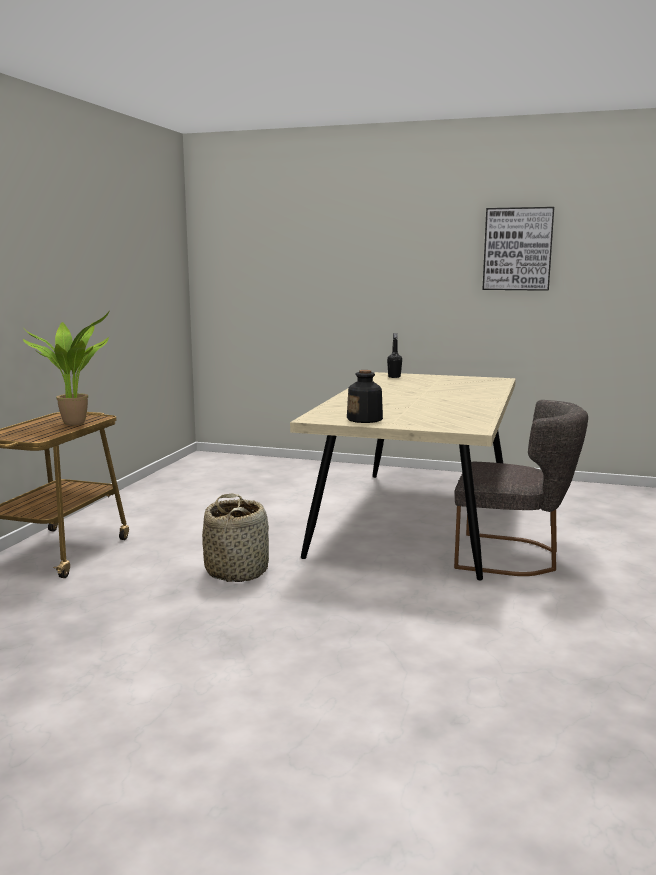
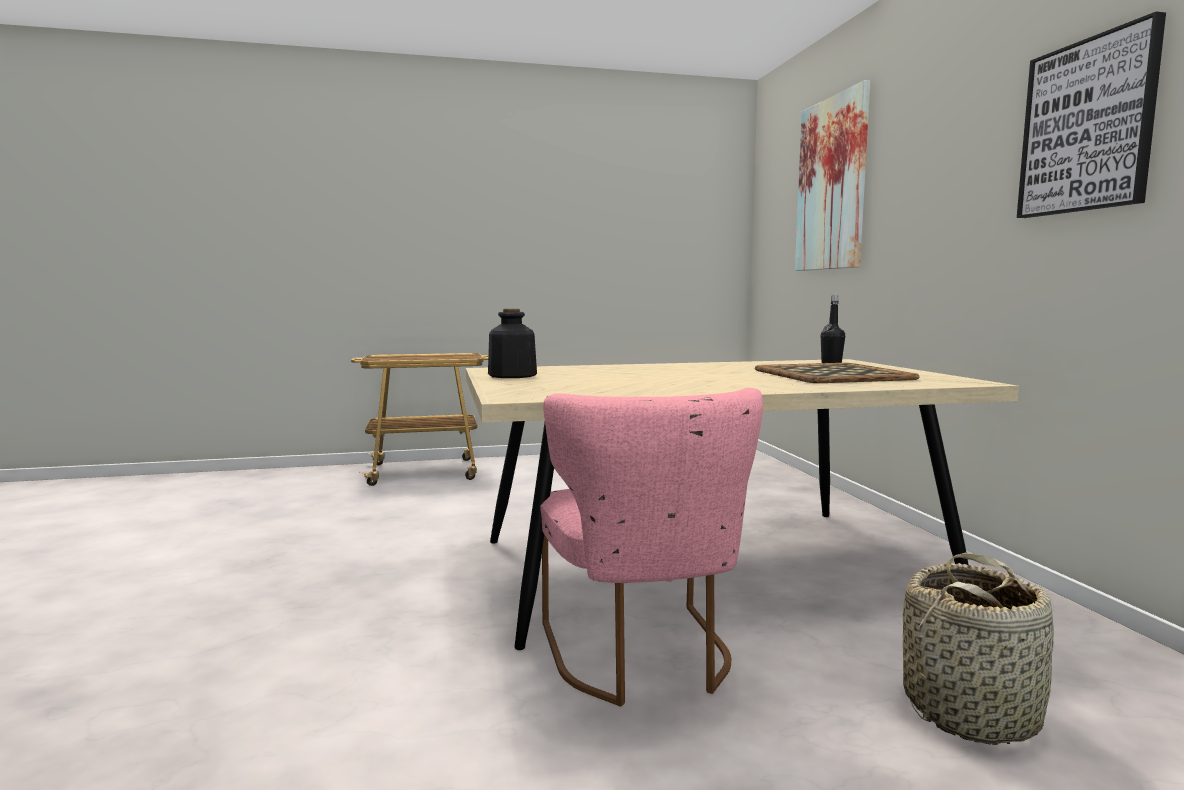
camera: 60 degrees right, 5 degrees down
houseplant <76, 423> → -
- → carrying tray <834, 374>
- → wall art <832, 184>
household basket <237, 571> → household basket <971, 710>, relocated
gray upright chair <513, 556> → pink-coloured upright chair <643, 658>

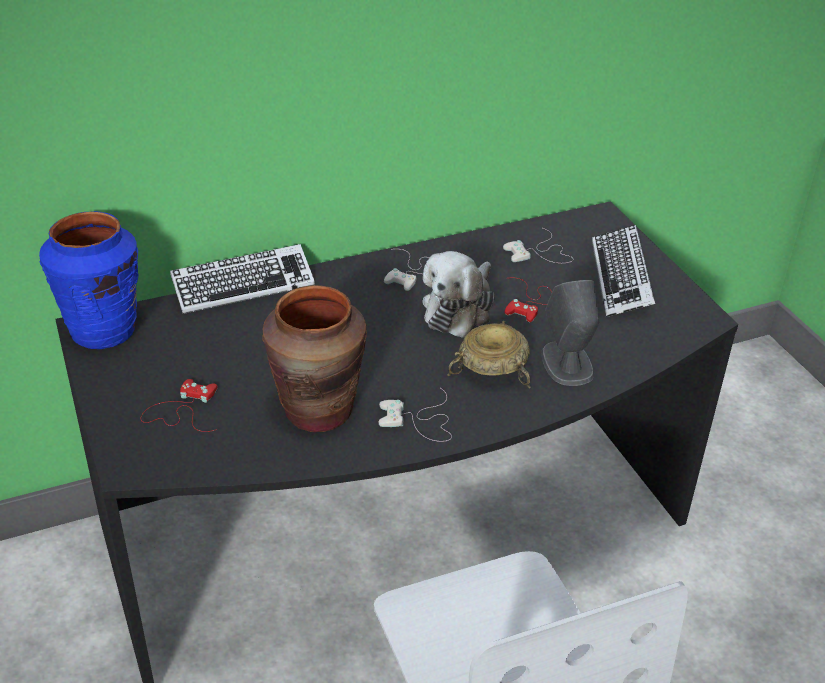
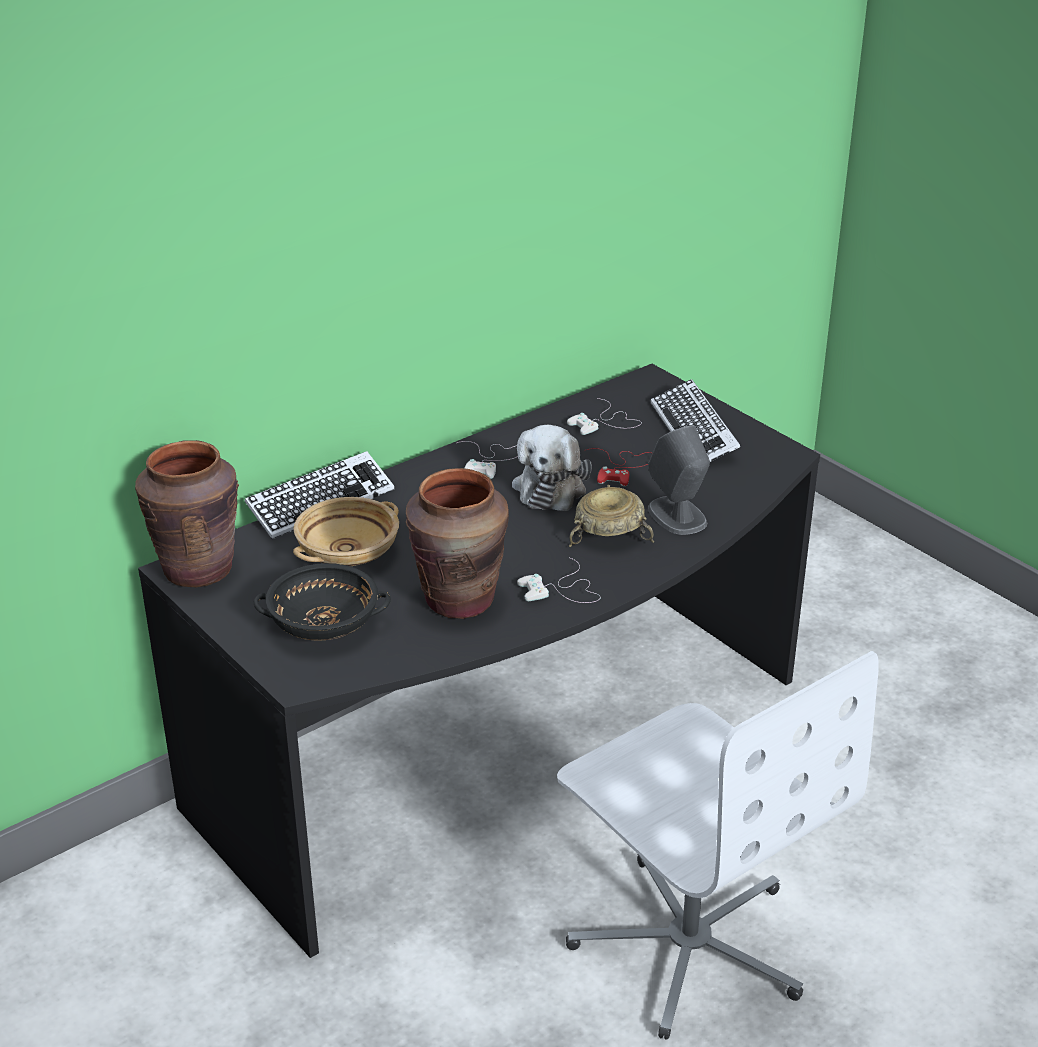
camera: 15 degrees left, 5 degrees down
- → beige-coloured bowl <348, 553>
red gamepad <182, 410> → black bowl <323, 624>
bluish flower vase <103, 331> → brownish flower vase <198, 569>

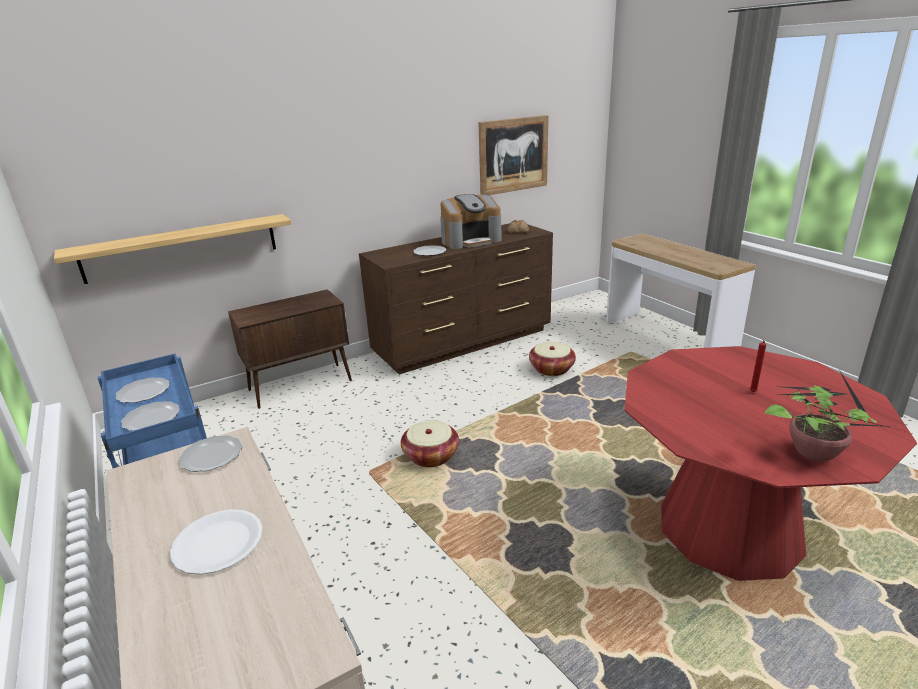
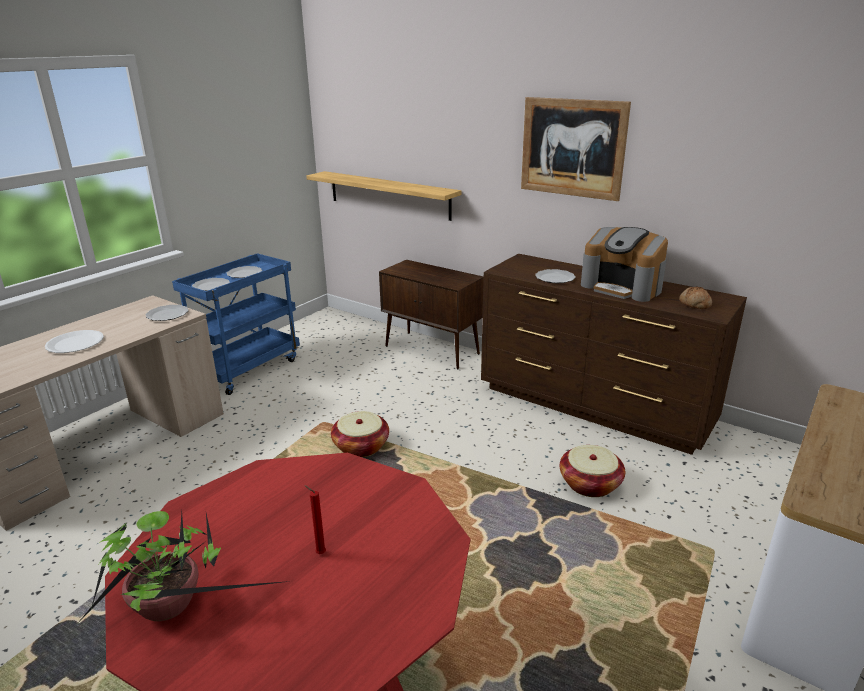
camera: 65 degrees right, 0 degrees up
wall art <513, 155> → wall art <572, 148>, relocated

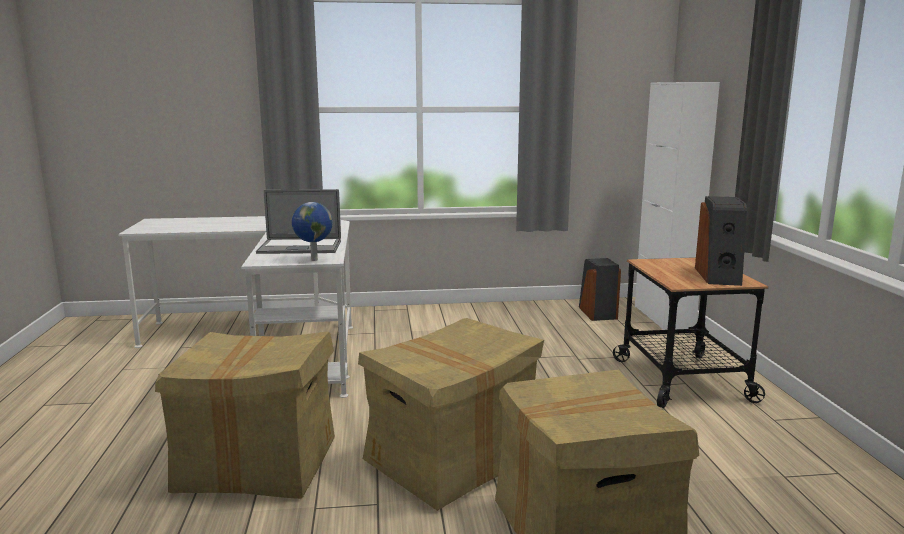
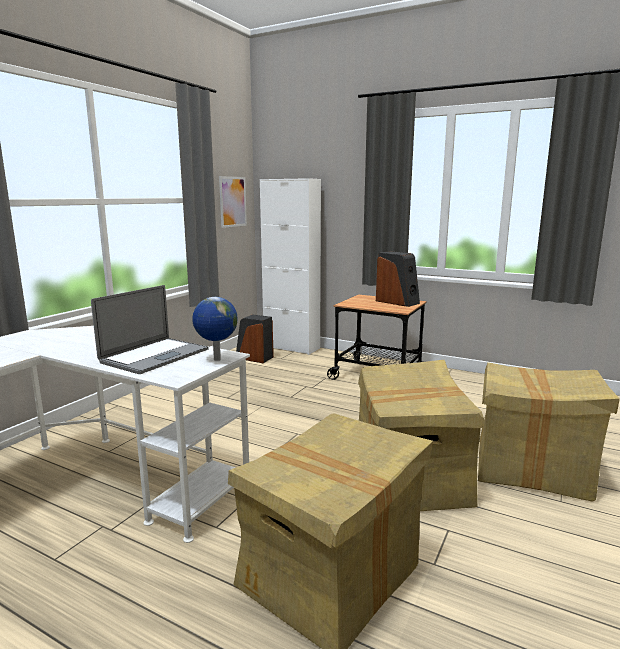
camera: 55 degrees left, 0 degrees up
- → wall art <233, 201>

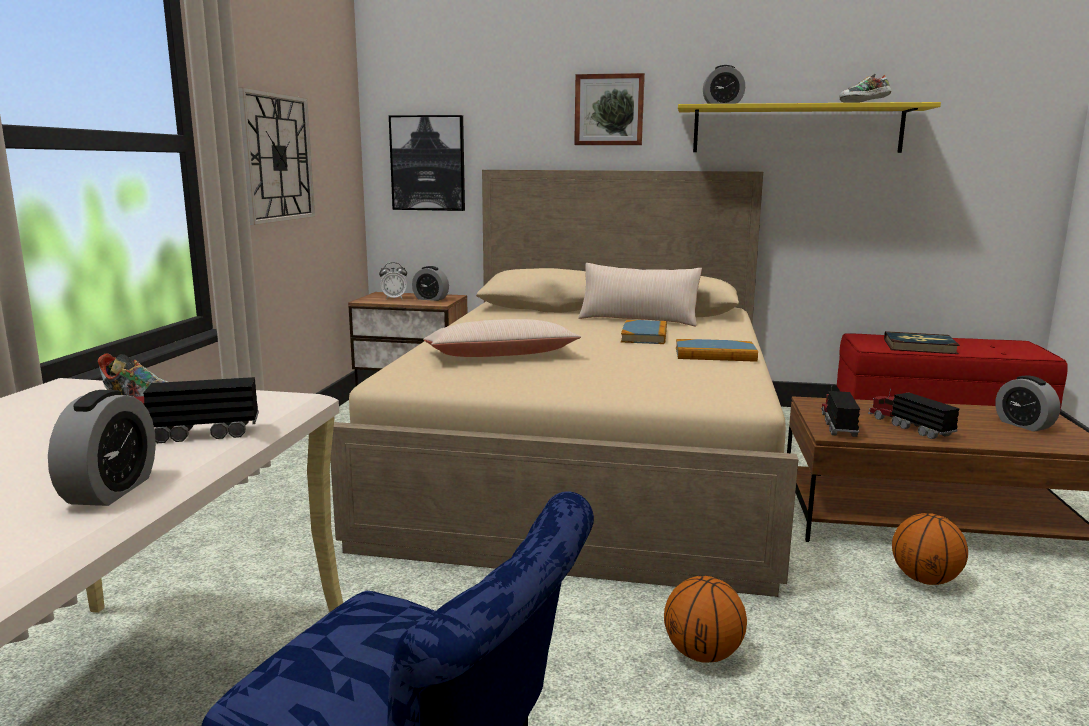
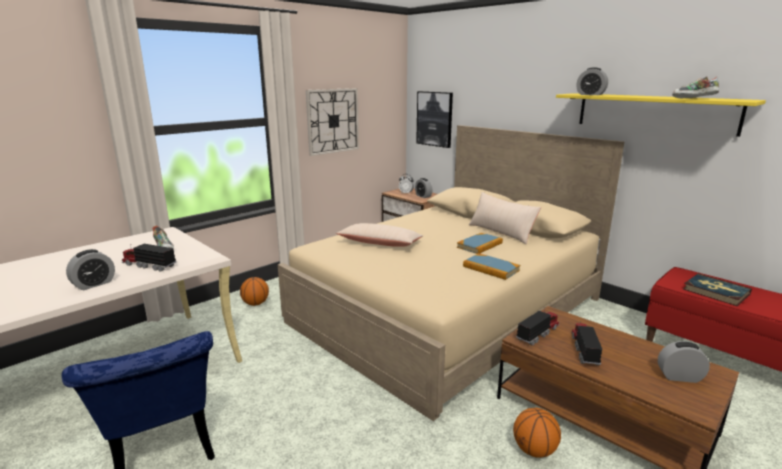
camera: 35 degrees right, 5 degrees up
wall art <609, 110> → -
basketball ball <702, 654> → basketball ball <255, 303>, relocated
bedside clock <1023, 425> → bedside clock <679, 377>, 90 degrees clockwise

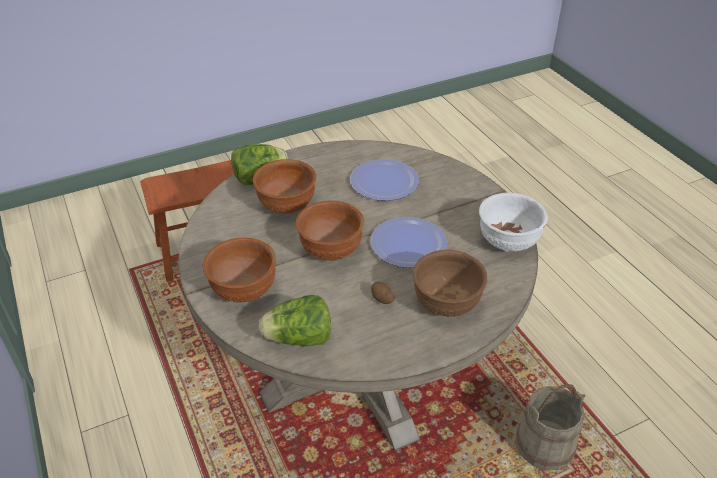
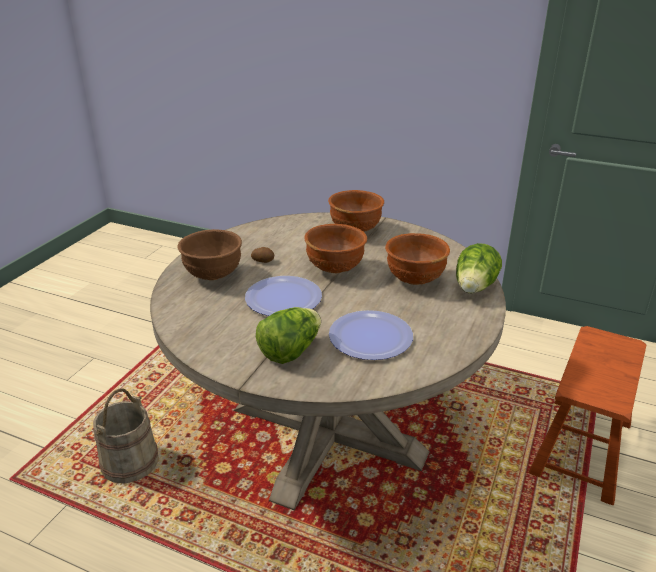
camera: 140 degrees right, 10 degrees down
whitish bowl <507, 242> → -
lettuce <299, 339> → lettuce <290, 351>, relocated

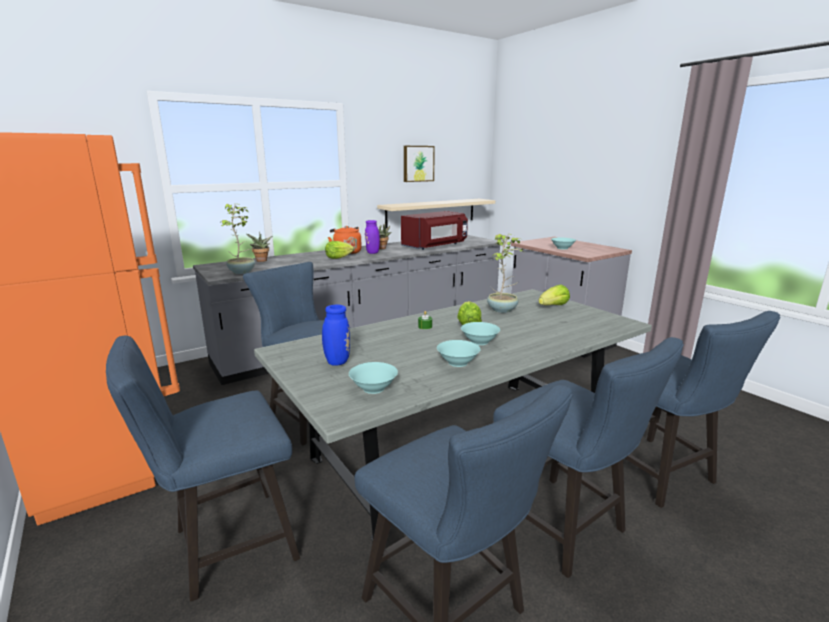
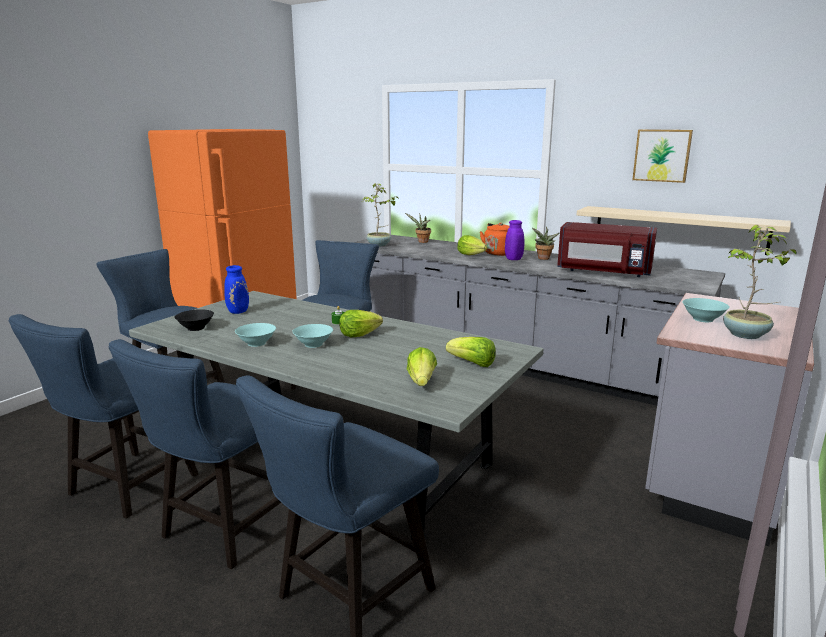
camera: 65 degrees right, 0 degrees up
- → lettuce <421, 381>
houseplant <502, 310> → houseplant <746, 335>, relocated
blue-green bowl <374, 388> → black bowl <195, 328>

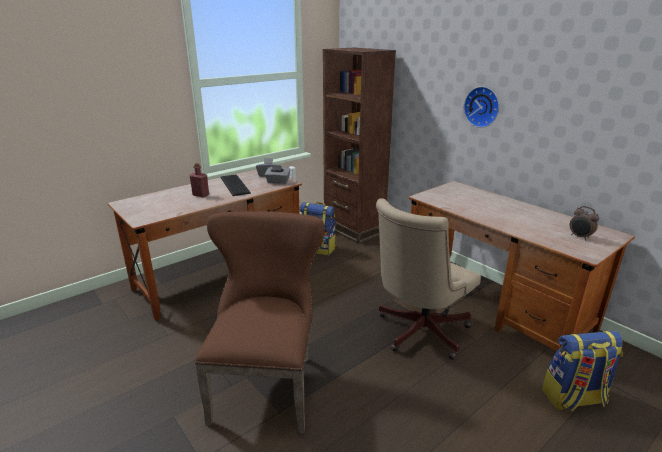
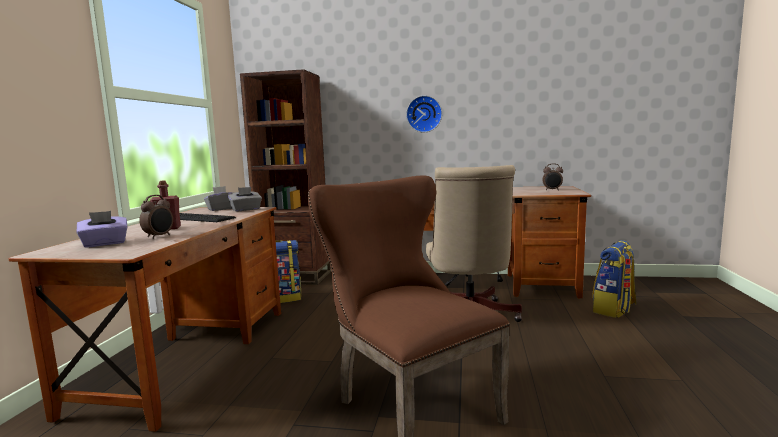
camera: 40 degrees left, 15 degrees down
- → purple tissue holder <105, 244>
- → bedside clock <159, 236>

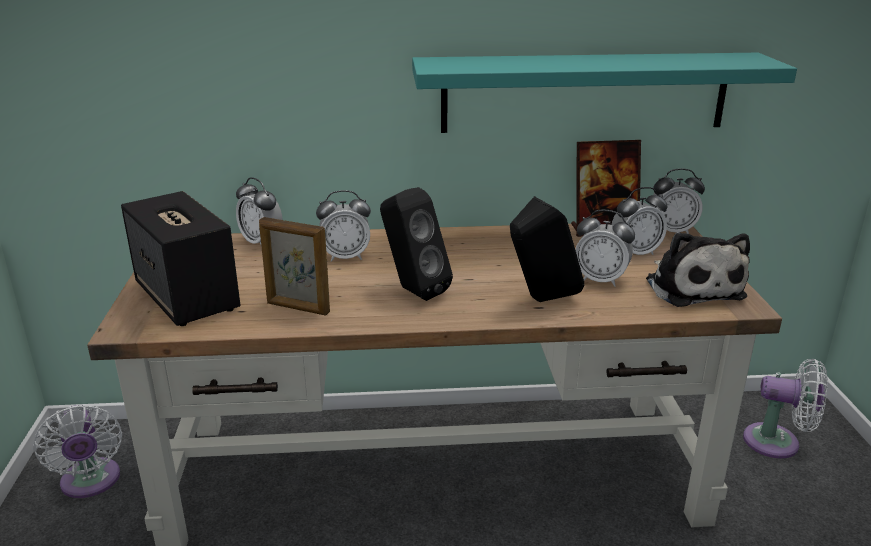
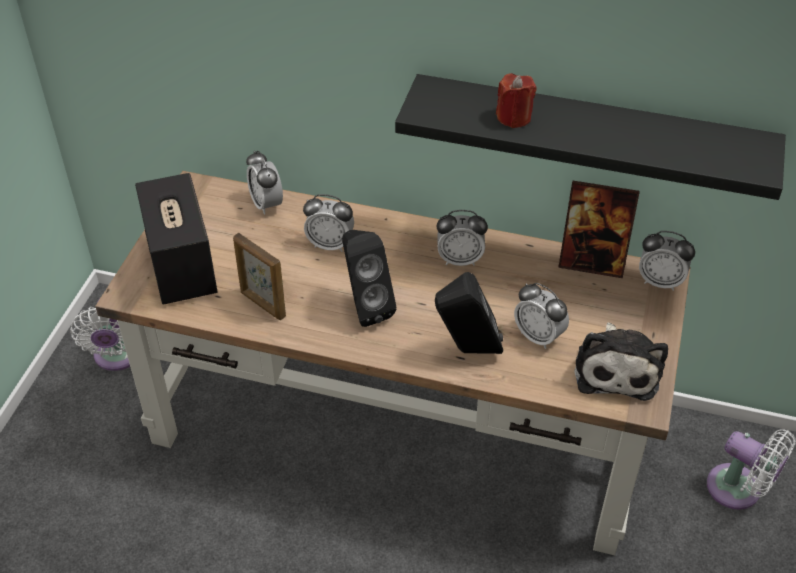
camera: 20 degrees right, 20 degrees up
- → red wax light <514, 117>
bedside clock <635, 253> → bedside clock <460, 259>, relocated
blue-green wall shelf <584, 92> → black wall shelf <590, 134>

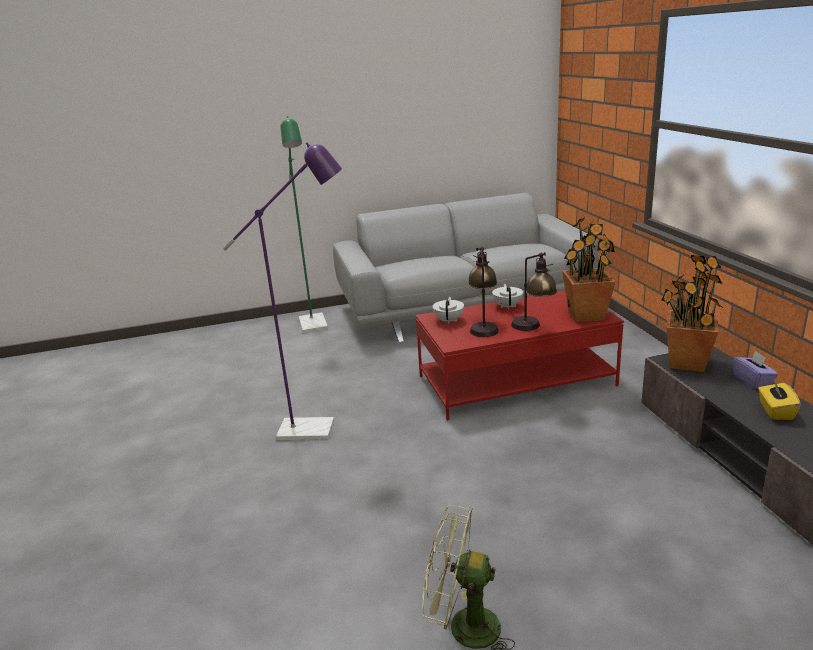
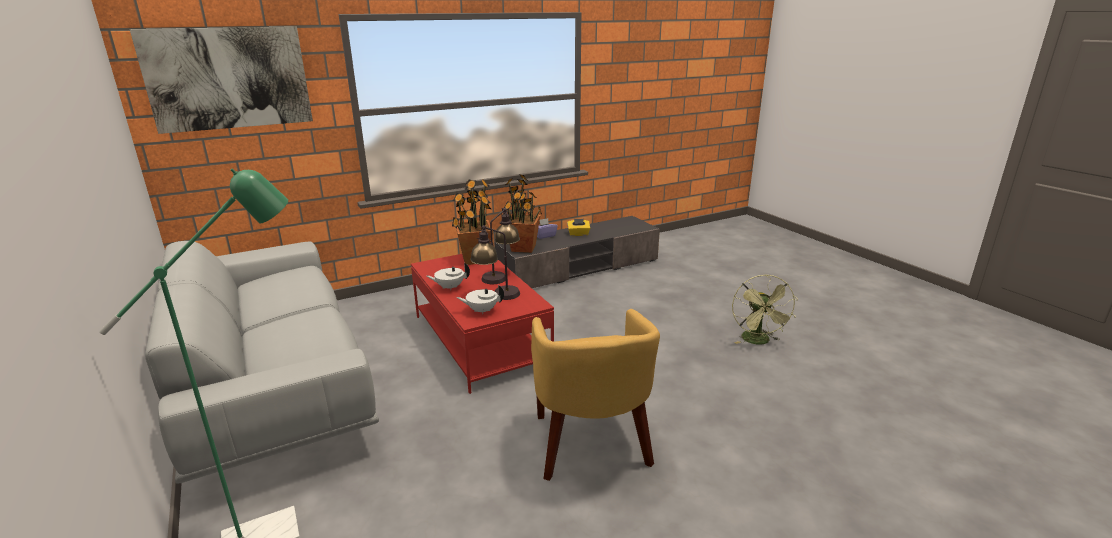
camera: 105 degrees left, 0 degrees up
- → wall art <228, 78>
purple standing lamp <317, 429> → yellowish armchair <590, 444>

